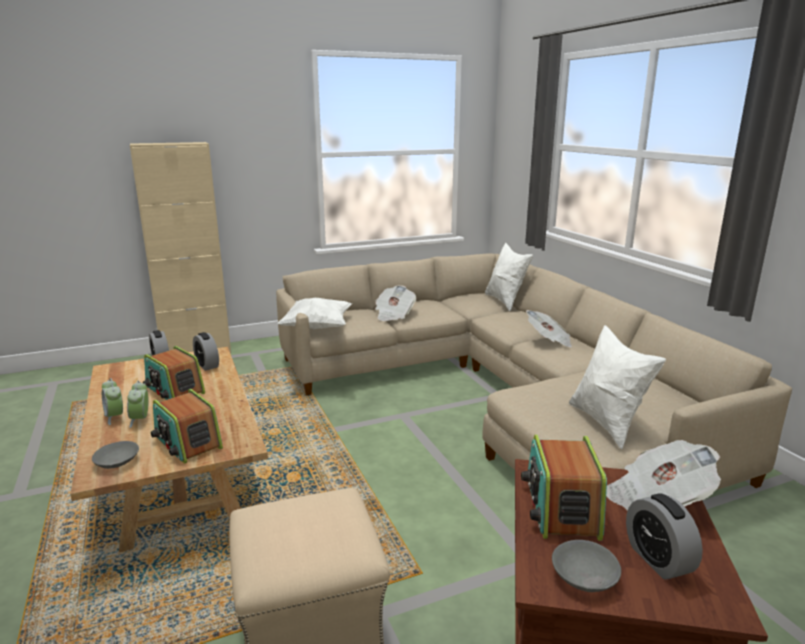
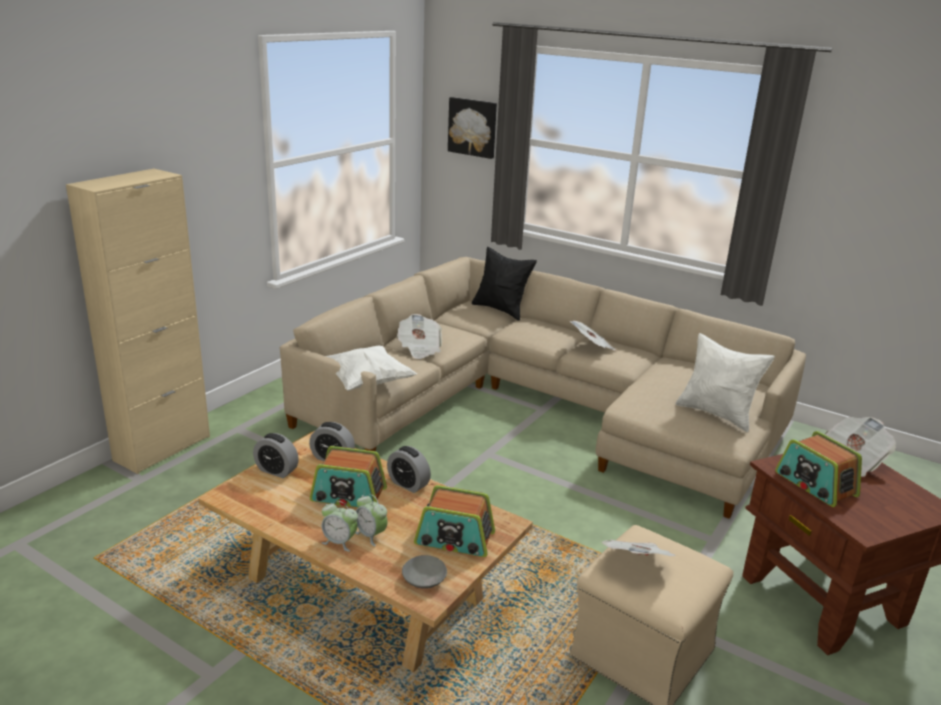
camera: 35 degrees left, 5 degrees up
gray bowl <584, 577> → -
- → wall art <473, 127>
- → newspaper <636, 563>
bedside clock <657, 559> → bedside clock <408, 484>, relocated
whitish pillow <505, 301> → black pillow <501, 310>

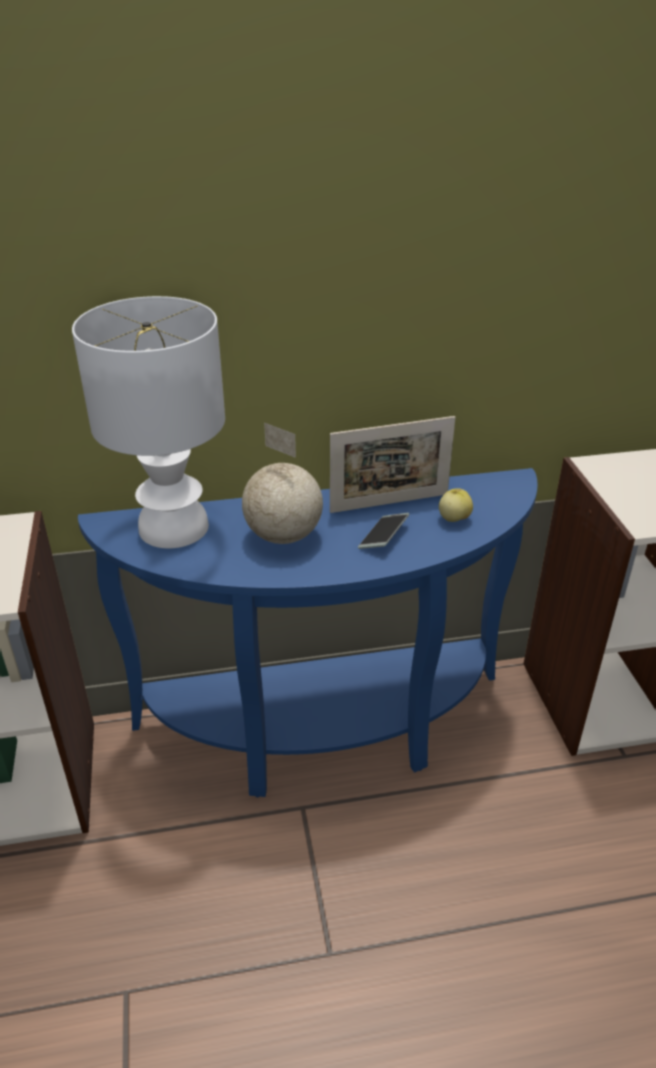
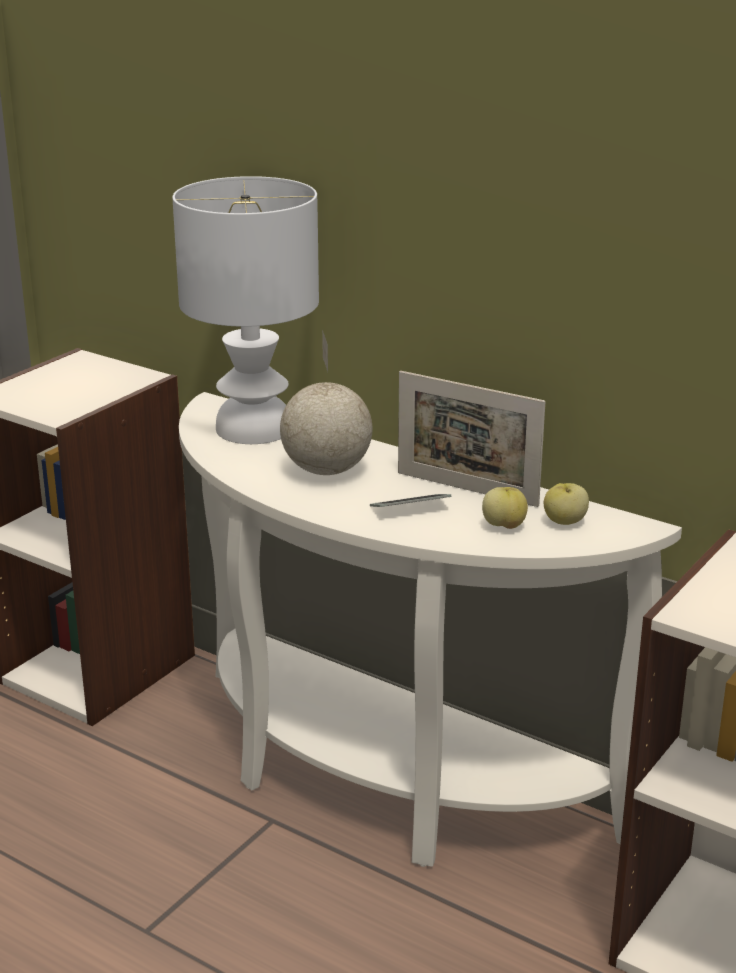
camera: 45 degrees right, 10 degrees down
- → apple <564, 522>
bluish hall table <326, 734> → whitish hall table <375, 781>

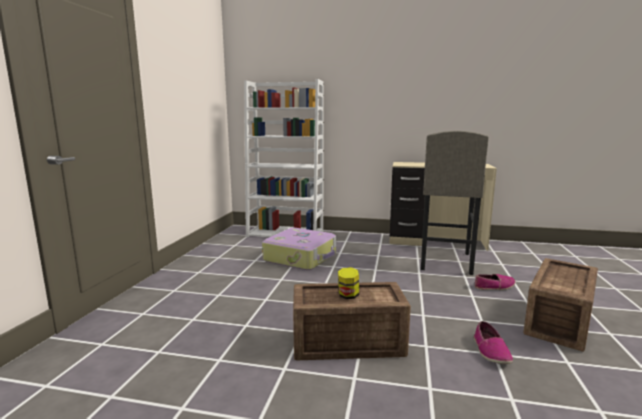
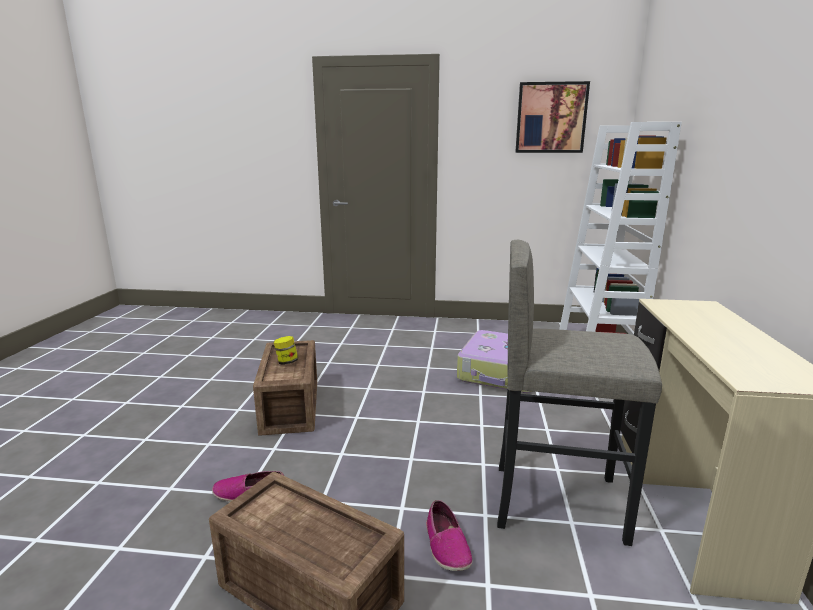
camera: 85 degrees right, 5 degrees up
- → wall art <551, 118>

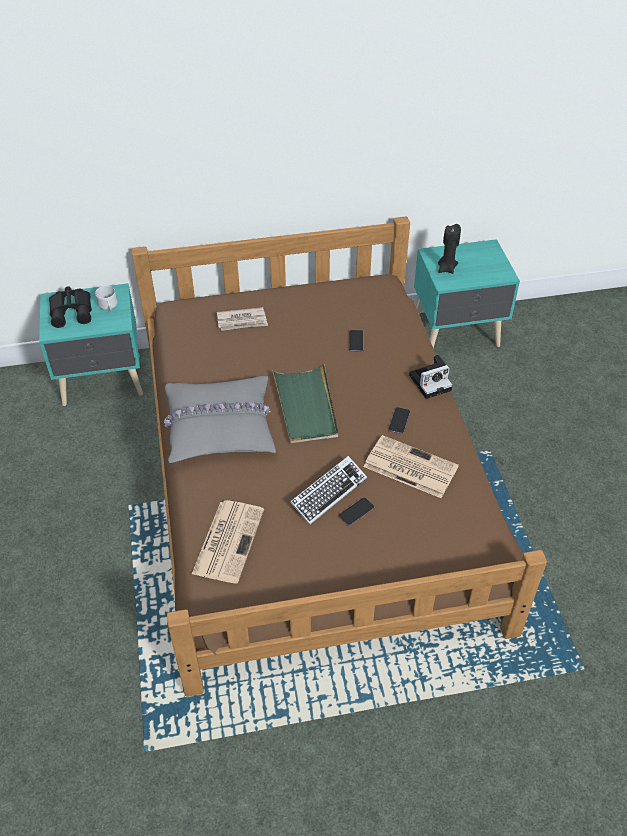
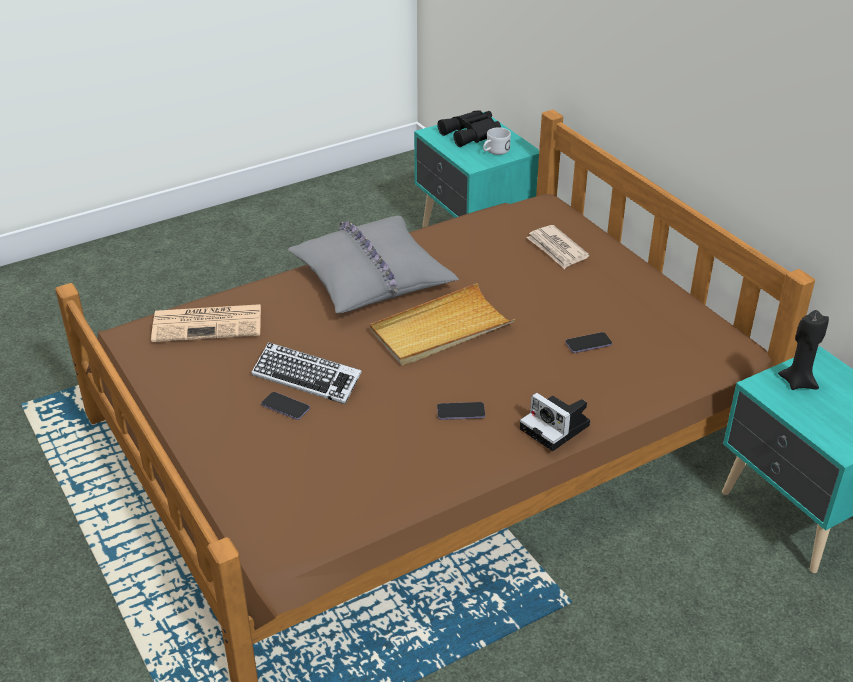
camera: 70 degrees right, 10 degrees down
newspaper <409, 467> → -
green carrying tray <306, 406> → beige-coloured carrying tray <441, 329>

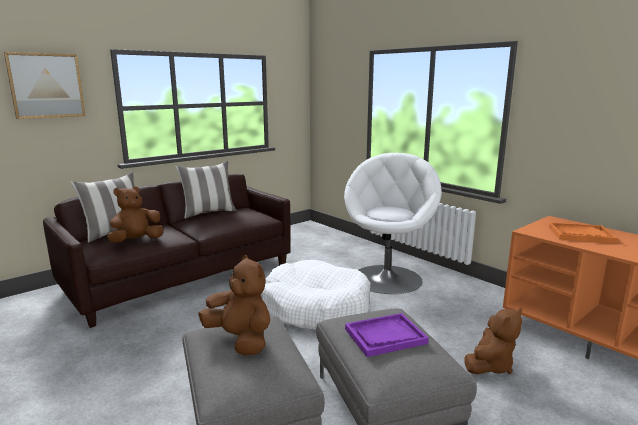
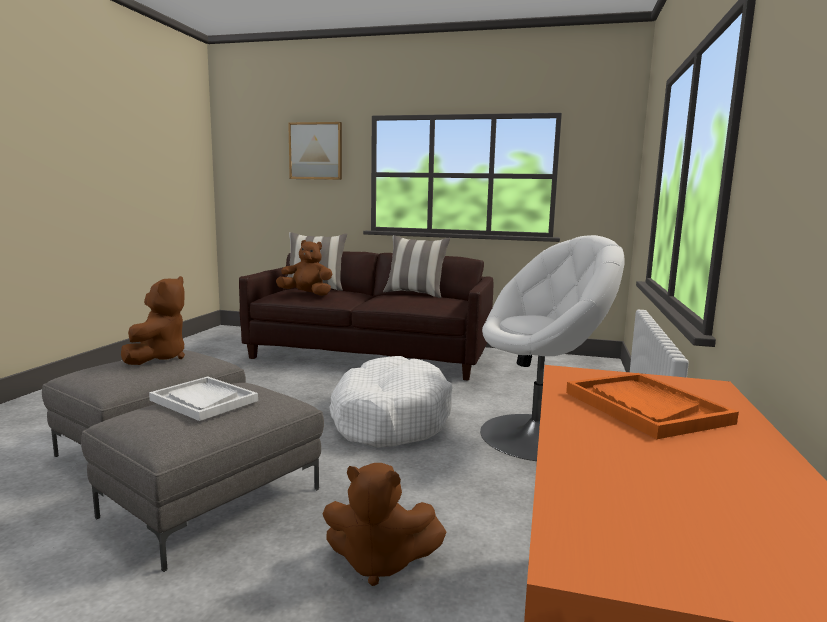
camera: 55 degrees right, 5 degrees down
purple carrying tray <385, 336> → whitish carrying tray <203, 400>

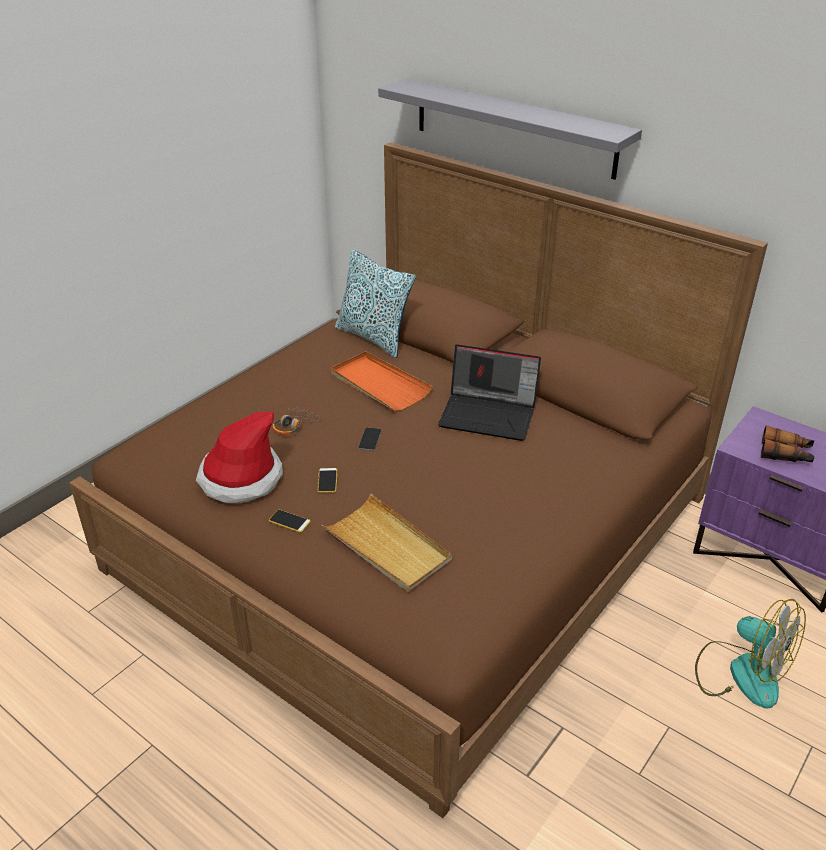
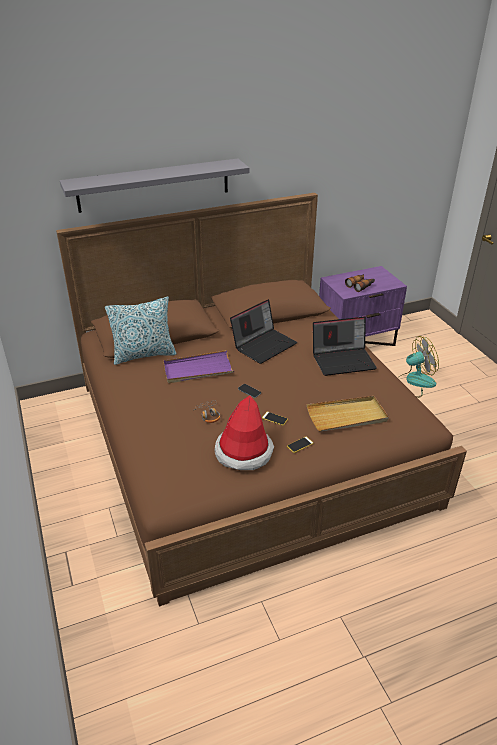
camera: 60 degrees left, 0 degrees up
- → notebook computer <343, 360>
orange carrying tray <379, 384> → purple carrying tray <198, 369>

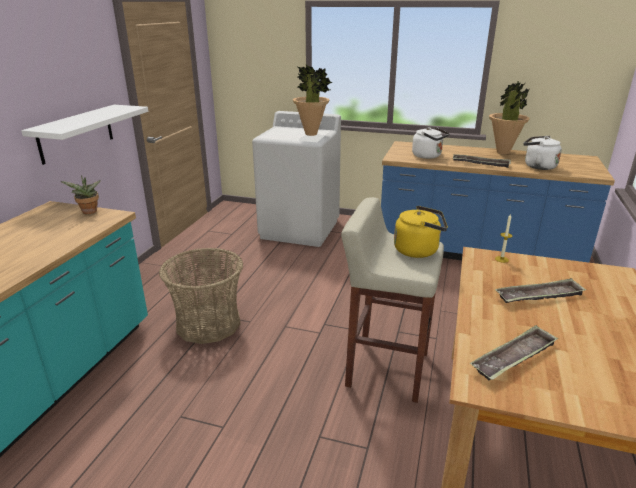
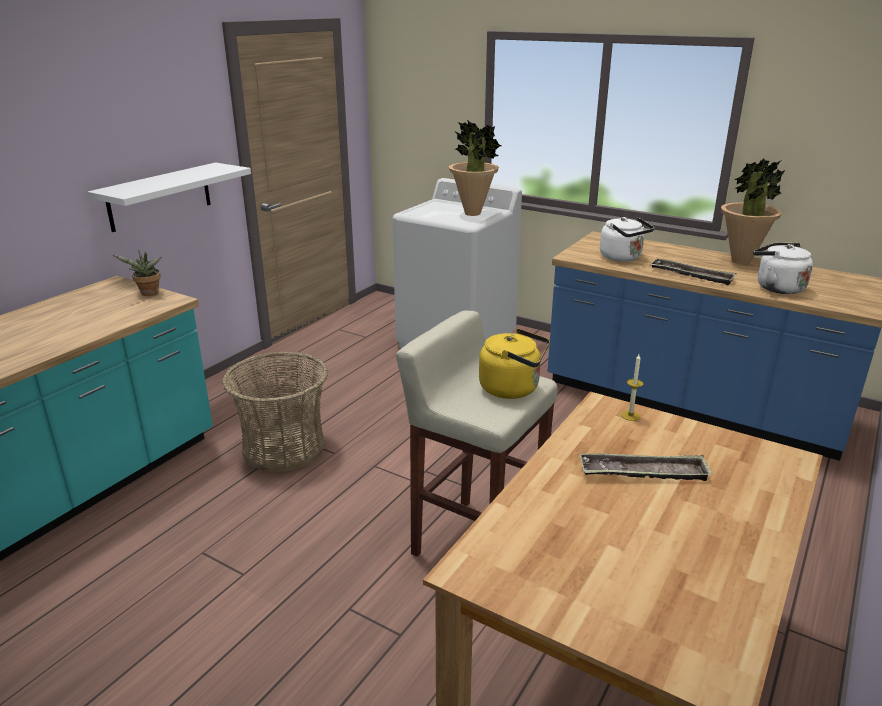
camera: 15 degrees right, 0 degrees up
carrying tray <514, 358> → -

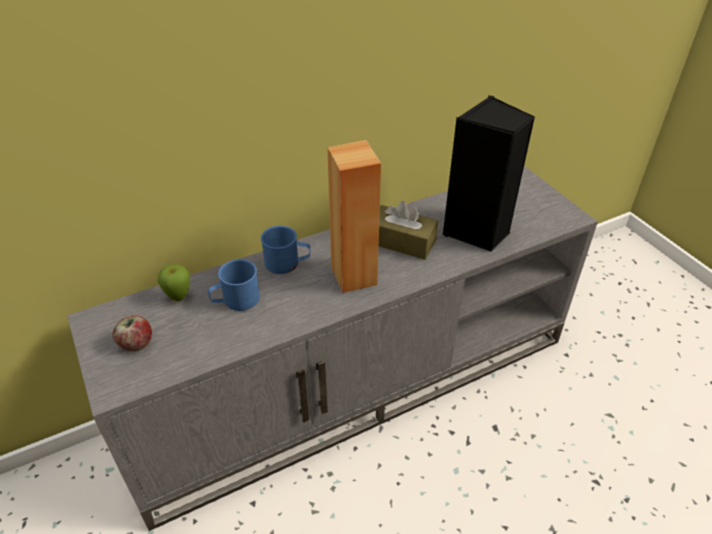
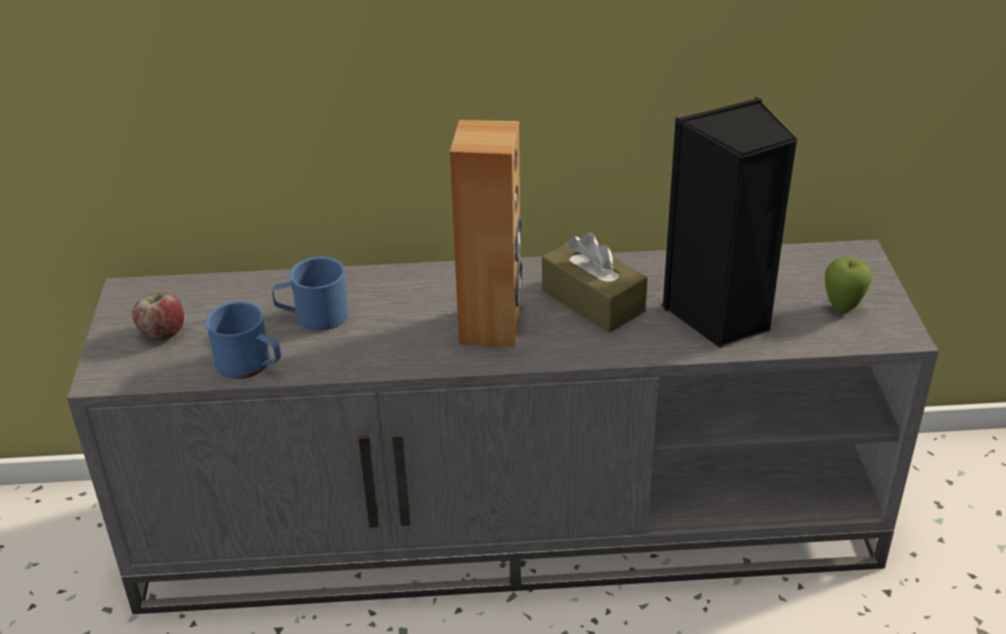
camera: 25 degrees right, 5 degrees down
apple <179, 297> → apple <842, 308>, relocated
bluish tea mug <287, 263> → bluish tea mug <250, 365>, relocated

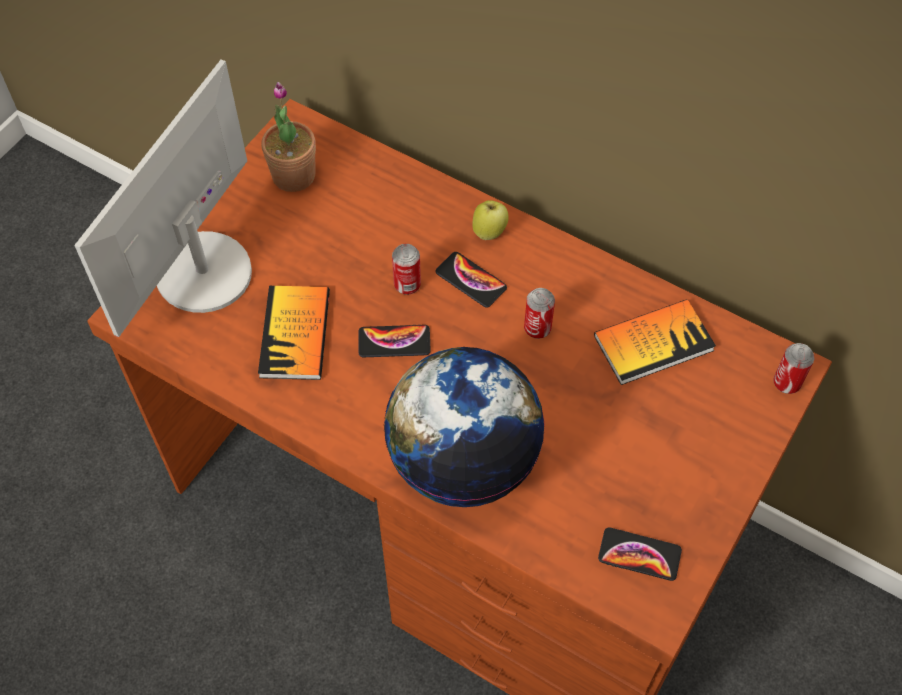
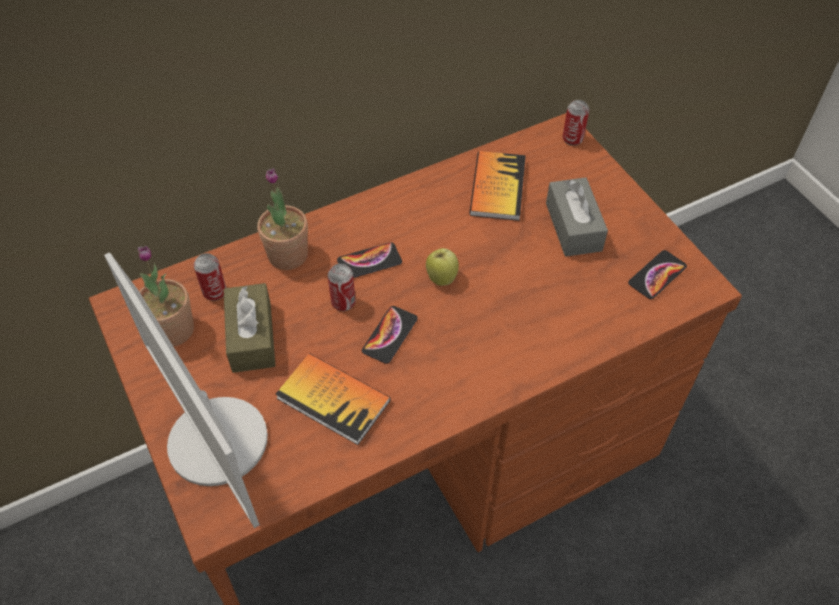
camera: 60 degrees left, 5 degrees down
desk globe <463, 460> → -
- → brownish tissue holder <252, 337>
- → houseplant <288, 255>
- → gray tissue holder <573, 227>
apple <489, 231> → apple <441, 277>, relocated
can <537, 328> → can <215, 292>, relocated

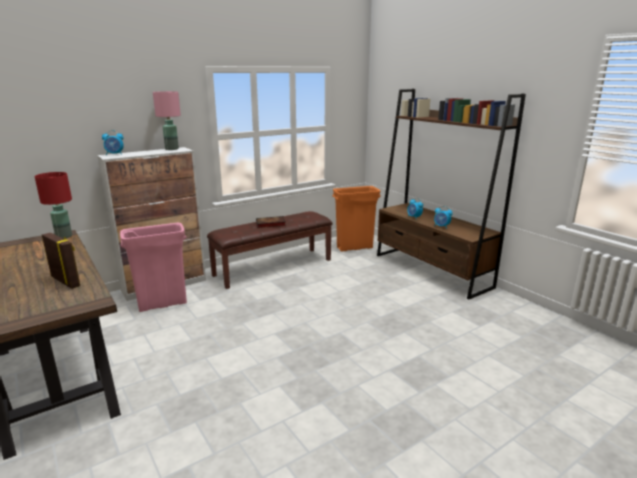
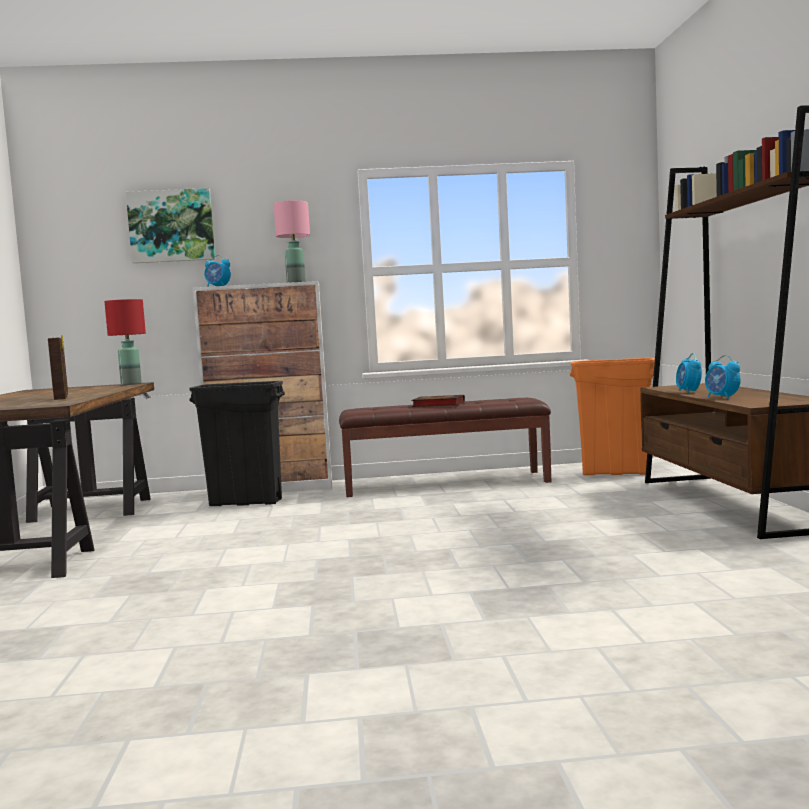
camera: 30 degrees right, 15 degrees down
- → wall art <171, 226>
pink-coloured trash can <163, 304> → black trash can <246, 503>

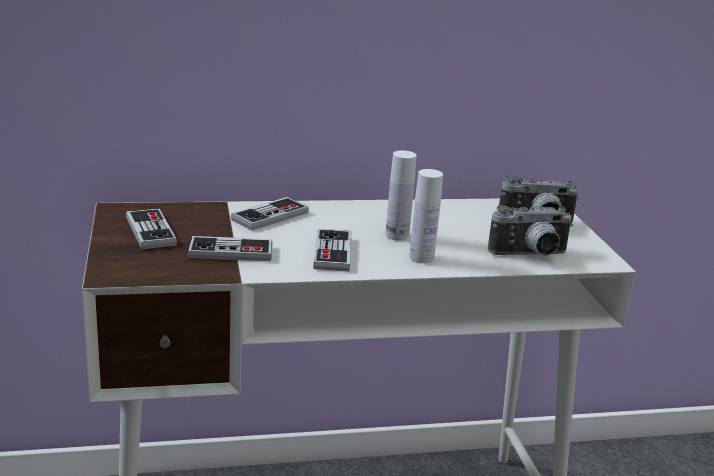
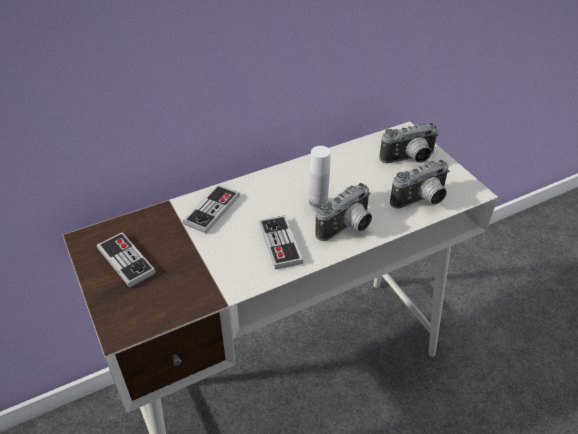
camera: 15 degrees left, 20 degrees up
gamepad <231, 252> → -
whitish beverage bottle <421, 258> → photo camera <347, 228>

